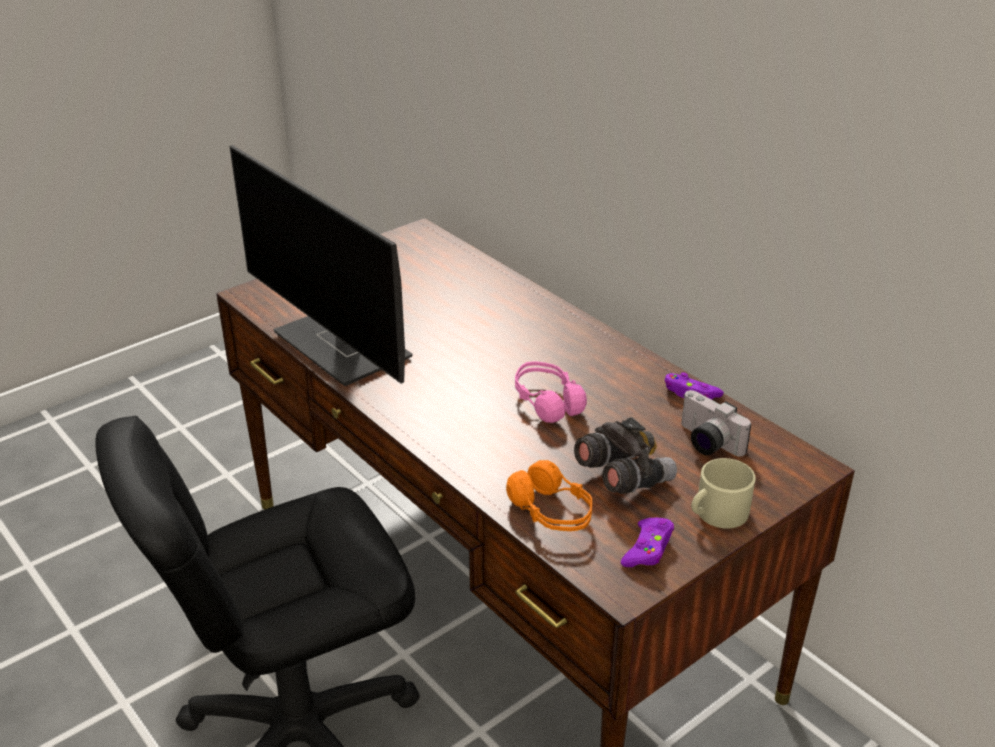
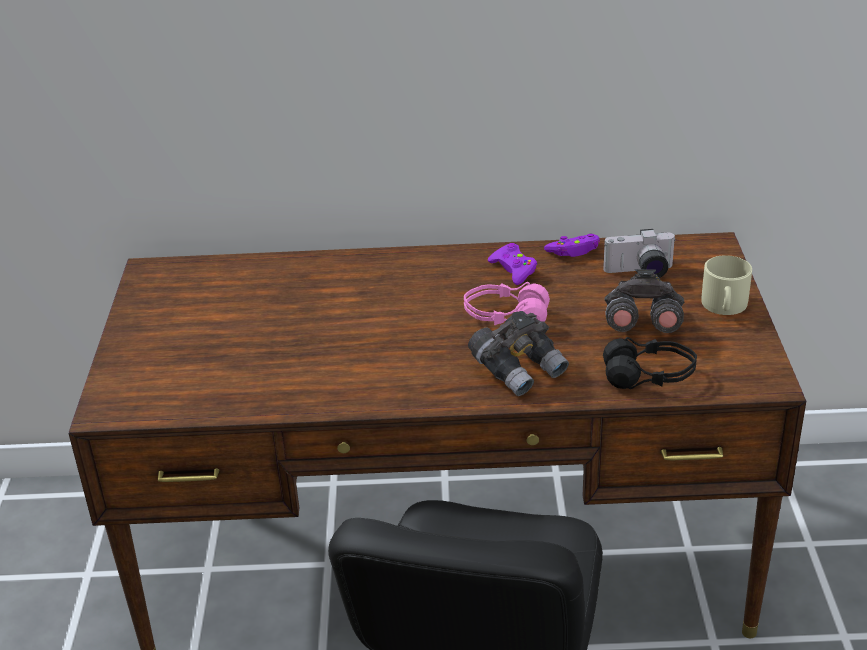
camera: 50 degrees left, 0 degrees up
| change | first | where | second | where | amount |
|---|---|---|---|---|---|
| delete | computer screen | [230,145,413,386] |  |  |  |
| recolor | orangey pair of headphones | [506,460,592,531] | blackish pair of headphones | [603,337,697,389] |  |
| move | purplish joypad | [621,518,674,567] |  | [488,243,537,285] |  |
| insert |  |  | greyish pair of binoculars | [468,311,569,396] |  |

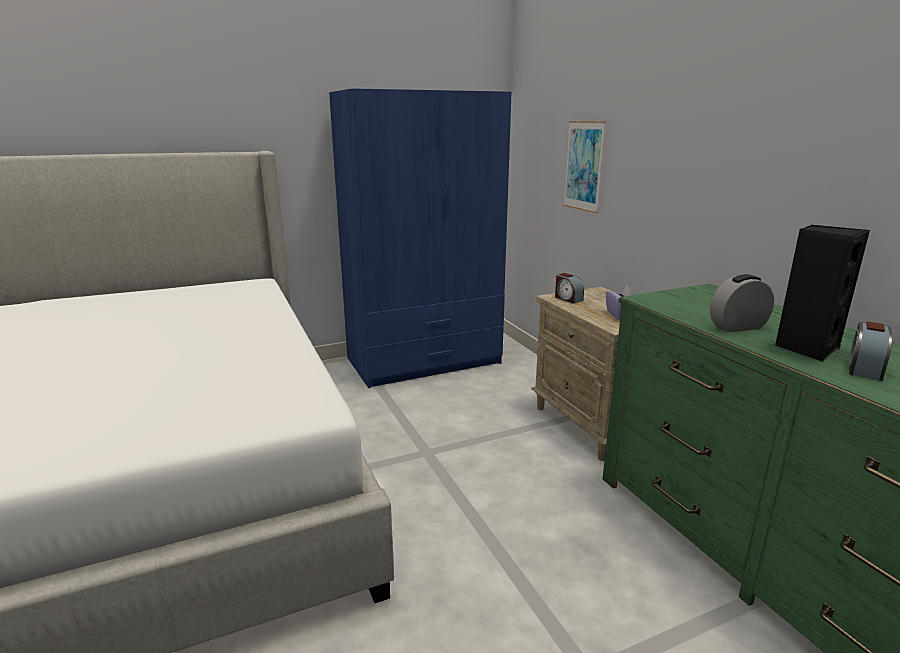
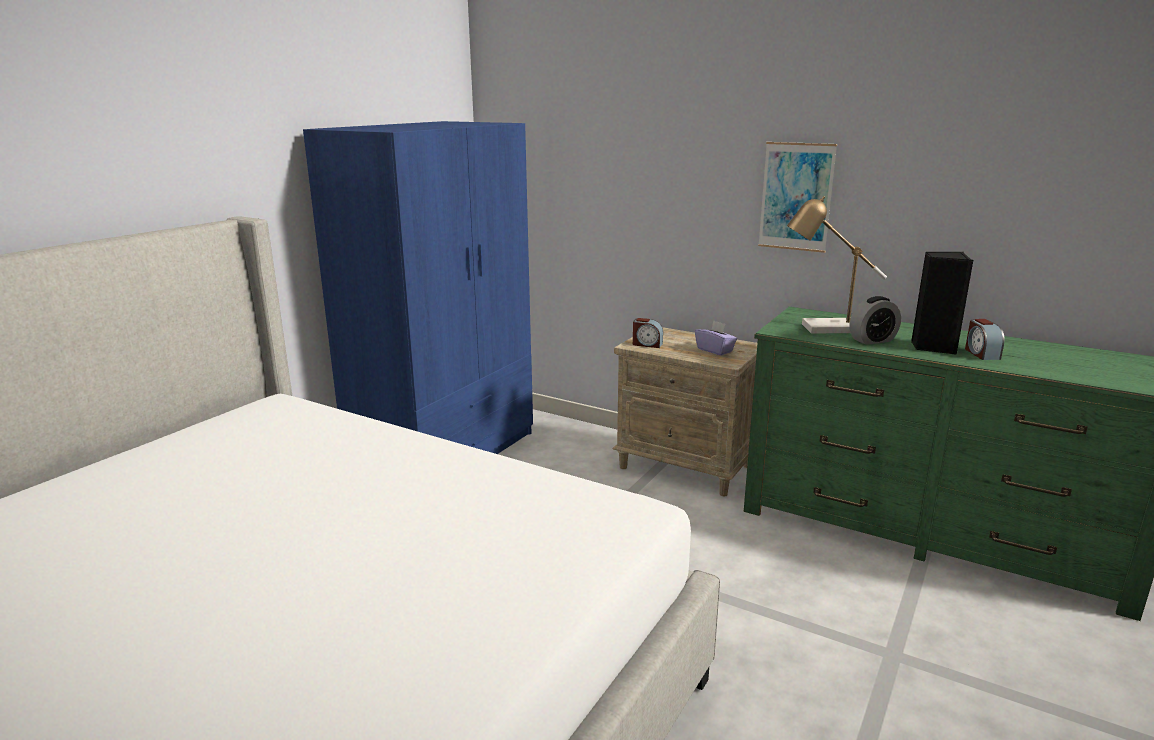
camera: 35 degrees left, 0 degrees up
| change | first | where | second | where | amount |
|---|---|---|---|---|---|
| move | wall art | [563,121,606,213] |  | [758,142,837,253] |  |
| rotate | bedside clock | [710,274,774,332] |  | [850,296,901,345] | 150 degrees counterclockwise |
| insert |  |  | table lamp | [787,196,887,333] |  |

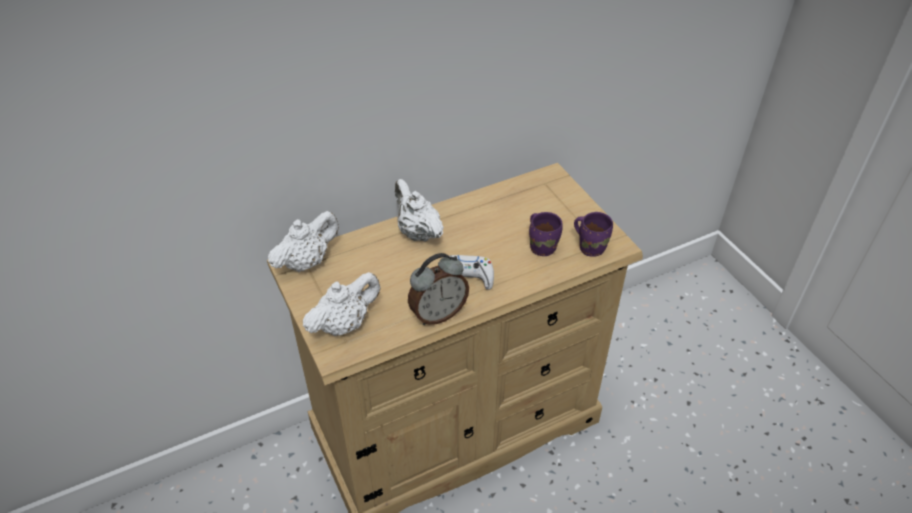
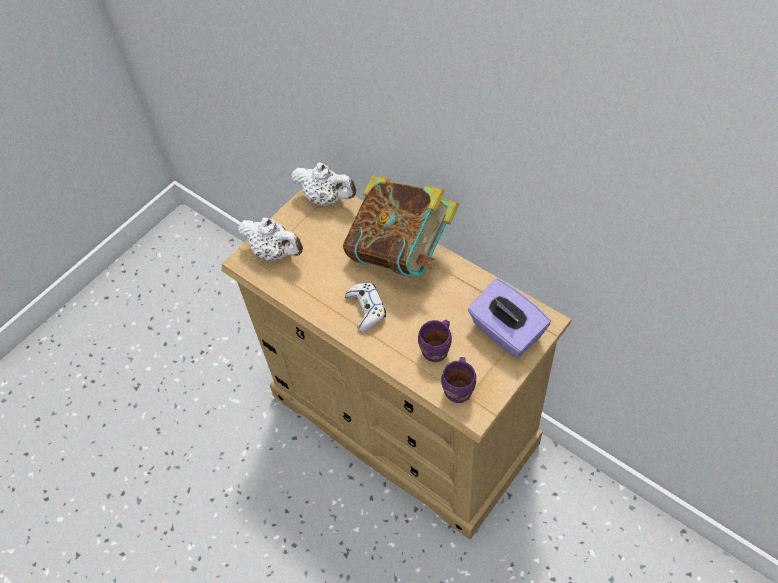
camera: 70 degrees right, 10 degrees up
| change | first | where | second | where | amount |
|---|---|---|---|---|---|
| replace | white-coloured pot for tea | [395,179,444,241] | bound book | [343,175,459,276] |  |
| delete | bedside clock | [408,253,469,325] |  |  |  |
| insert |  |  | purplish tissue box | [467,279,551,358] |  |

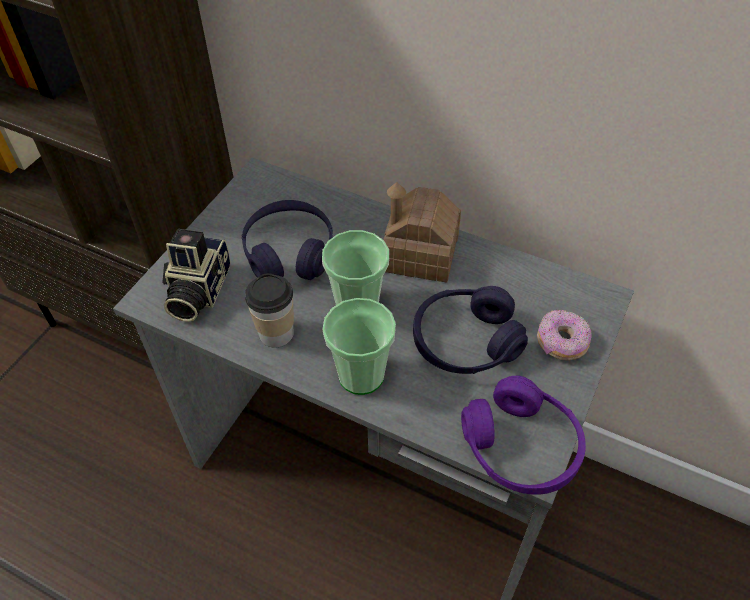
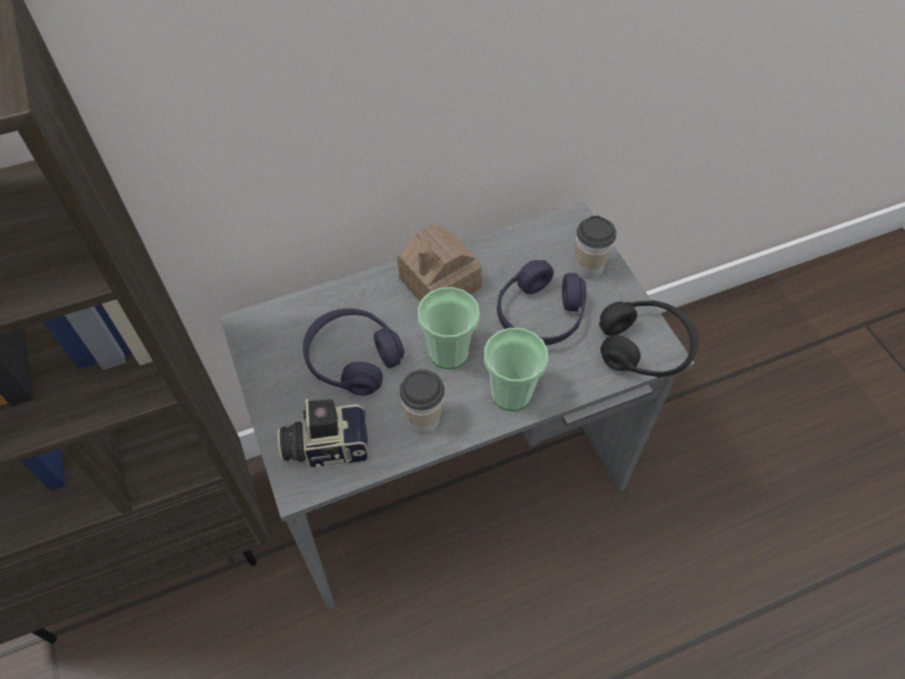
camera: 50 degrees left, 5 degrees up
| change | first | where | second | where | amount |
|---|---|---|---|---|---|
| rotate | still camera | [162,229,230,322] |  | [277,399,369,469] | 120 degrees clockwise |
| recolor | purplish pair of headphones | [461,376,586,494] | blackish pair of headphones | [599,300,699,377] |  |
| replace | doughnut | [537,310,592,361] | drinking cup | [574,216,616,279] |  |

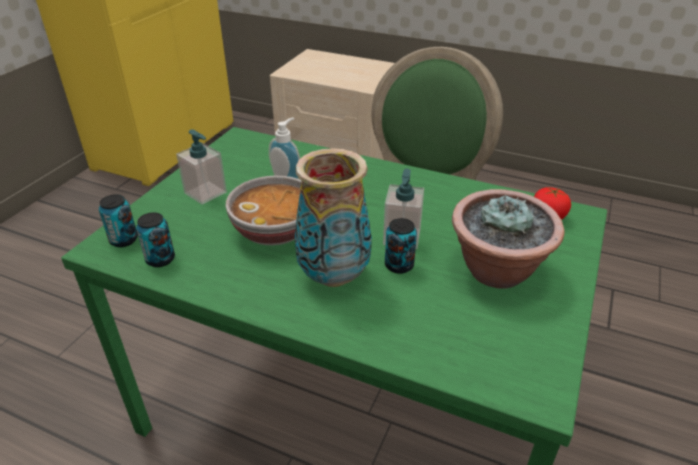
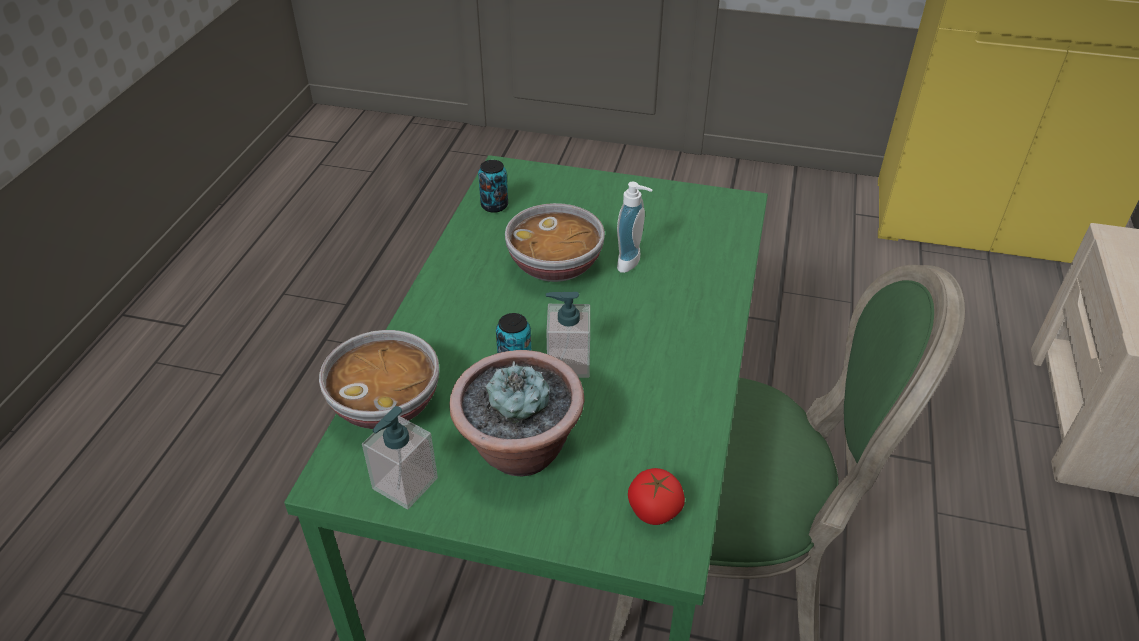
camera: 80 degrees right, 5 degrees up
| change | first | where | second | where | amount |
|---|---|---|---|---|---|
| delete | sealed can | [99,194,138,247] |  |  |  |
| move | soap bottle | [176,129,227,204] |  | [362,406,438,509] |  |
| delete | flower vase | [294,148,372,287] |  |  |  |
| insert |  |  | deep dish | [319,330,439,429] |  |

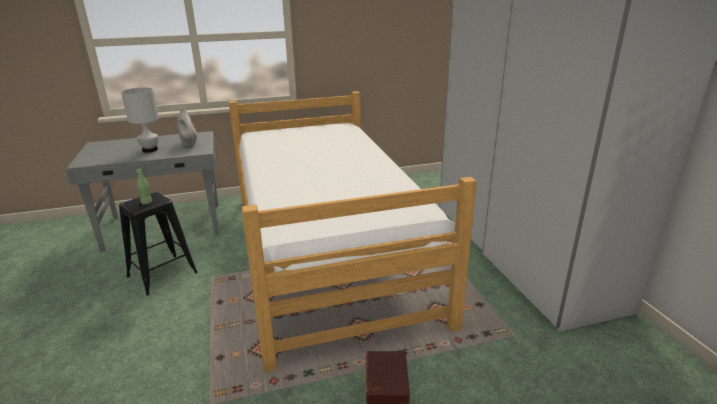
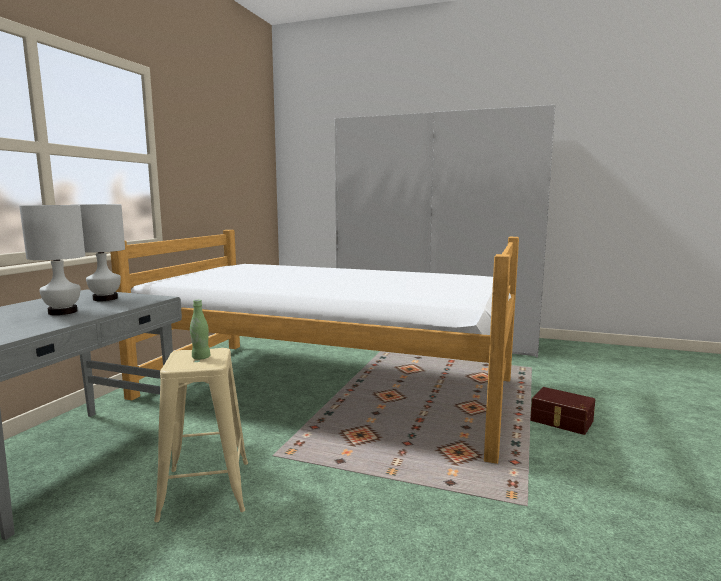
camera: 55 degrees left, 15 degrees down
| change | first | where | second | where | amount |
|---|---|---|---|---|---|
| recolor | blackish sitting stool | [119,192,198,296] | beige sitting stool | [154,348,248,522] |  |
| replace | white-coloured flower vase | [177,108,197,146] | white-coloured table lamp | [72,204,125,301] |  |

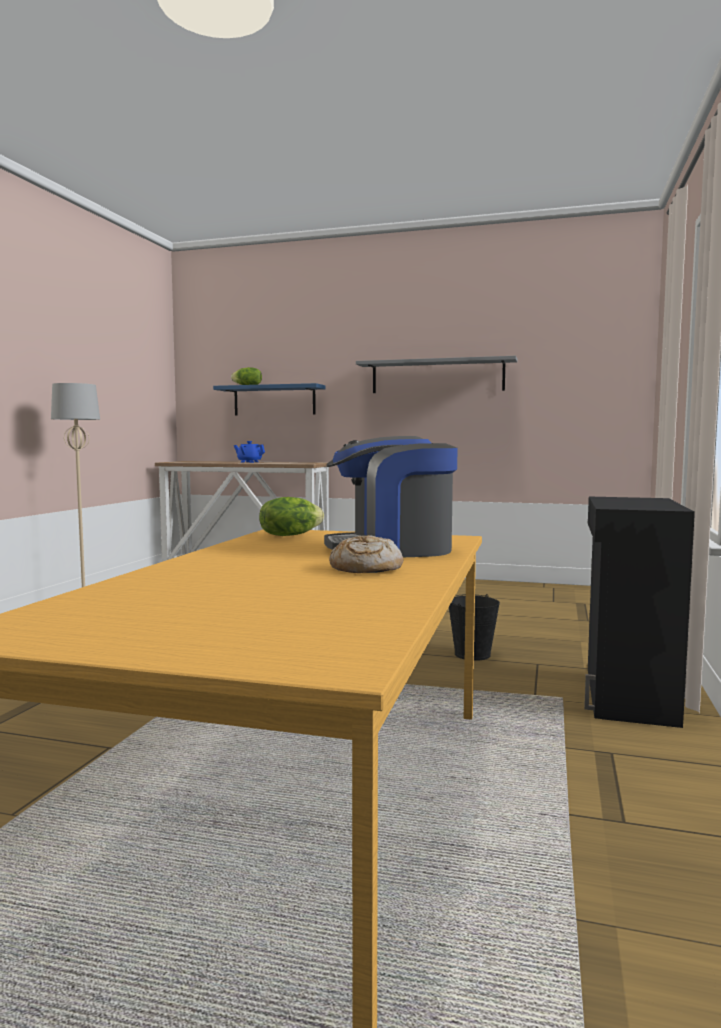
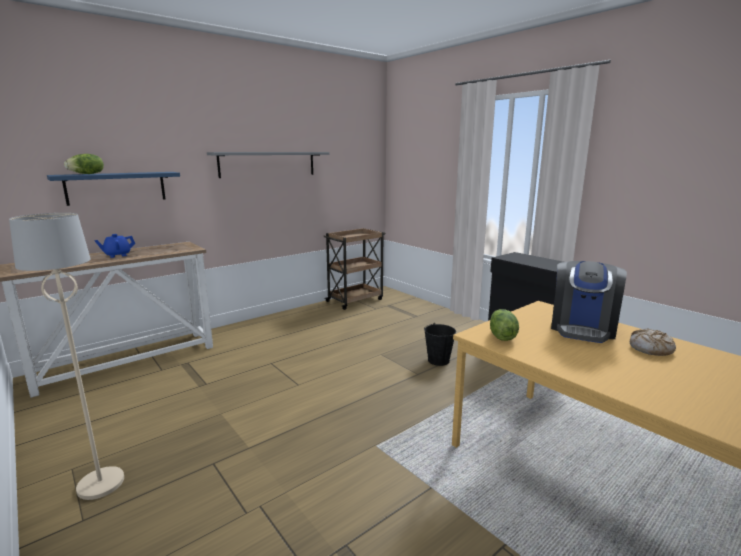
camera: 55 degrees left, 10 degrees up
| change | first | where | second | where | amount |
|---|---|---|---|---|---|
| insert |  |  | brown trolley | [323,228,386,310] |  |

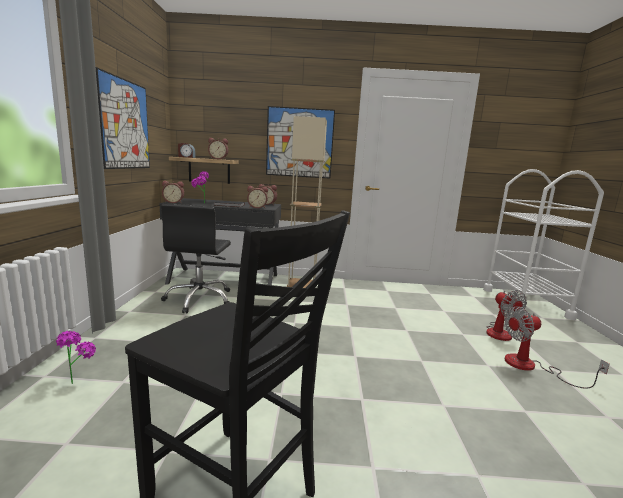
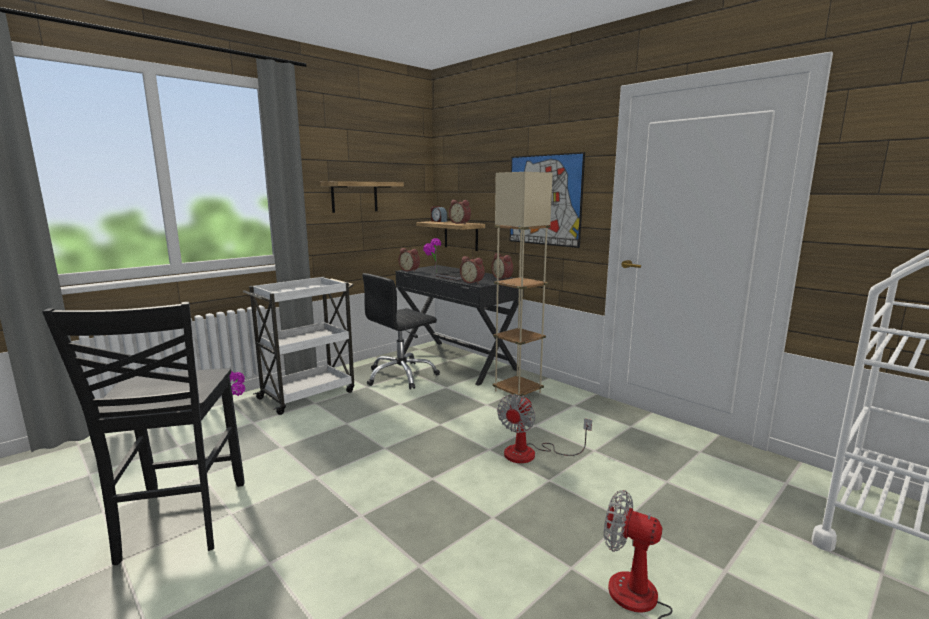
camera: 45 degrees right, 0 degrees up
| change | first | where | second | where | amount |
|---|---|---|---|---|---|
| replace | wall art | [96,67,150,169] | wall shelf | [320,181,404,213] |  |
| move | fan | [486,290,527,341] |  | [497,394,592,463] |  |
| insert |  |  | white-coloured trolley | [243,276,354,415] |  |

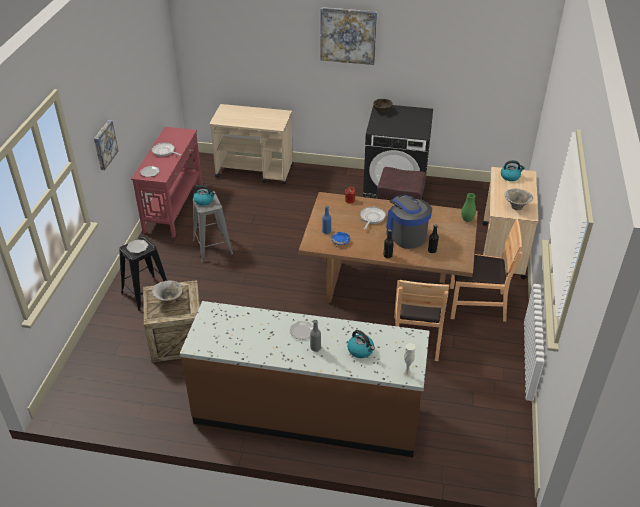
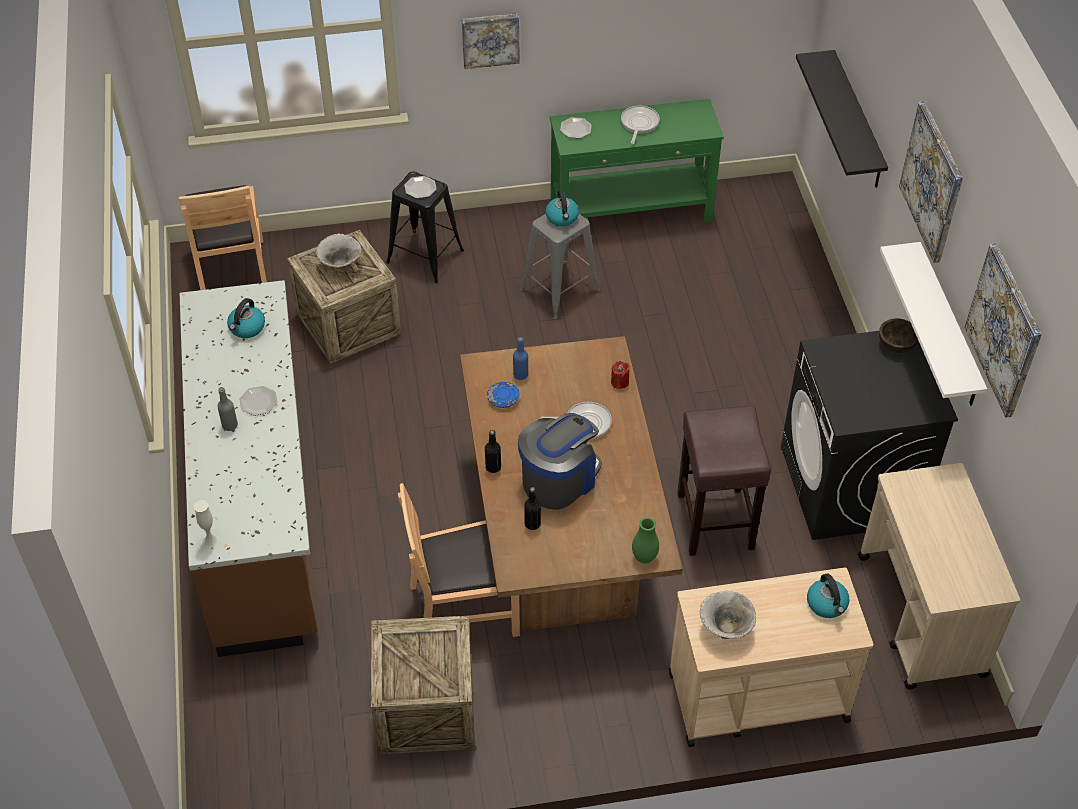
camera: 70 degrees right, 10 degrees up
| change | first | where | second | where | amount |
|---|---|---|---|---|---|
| recolor | red narrow table | [131,127,202,238] | green narrow table | [550,99,724,222] |  |
| move | beige trolley | [209,104,293,185] |  | [858,463,1020,690] |  |
| move | water kettle | [347,330,375,358] |  | [227,298,265,338] |  |
| move | brown chair | [450,219,522,322] |  | [179,185,267,290] |  |
| insert |  |  | packing crate | [371,616,475,754] |  |
| insert |  |  | blackish wall shelf | [796,50,888,188] |  |
| insert |  |  | white-coloured wall shelf | [880,242,987,406] |  |
| insert |  |  | wall art | [965,243,1042,418] |  |

